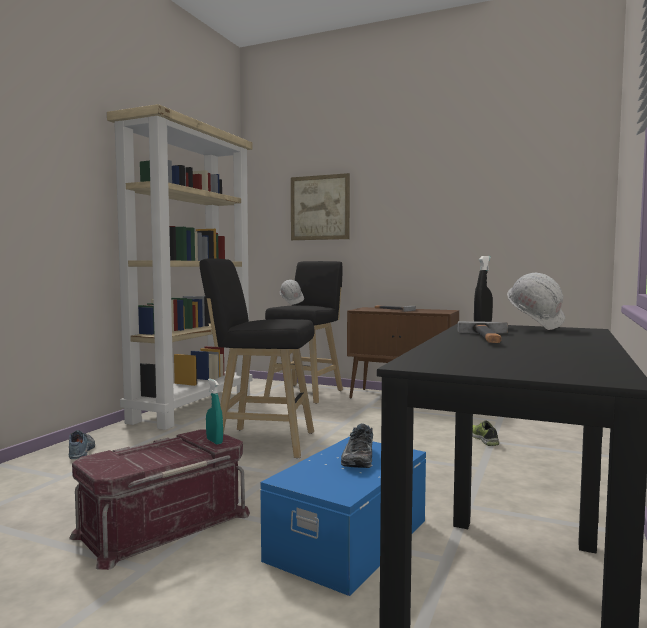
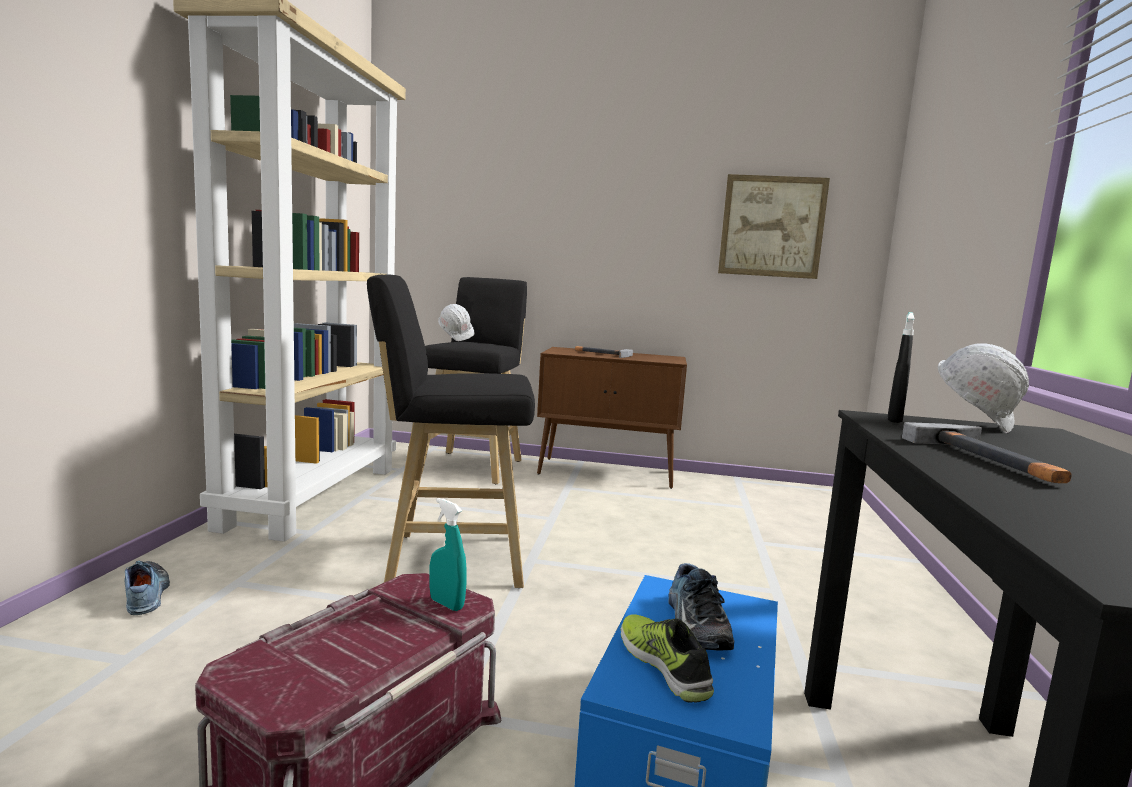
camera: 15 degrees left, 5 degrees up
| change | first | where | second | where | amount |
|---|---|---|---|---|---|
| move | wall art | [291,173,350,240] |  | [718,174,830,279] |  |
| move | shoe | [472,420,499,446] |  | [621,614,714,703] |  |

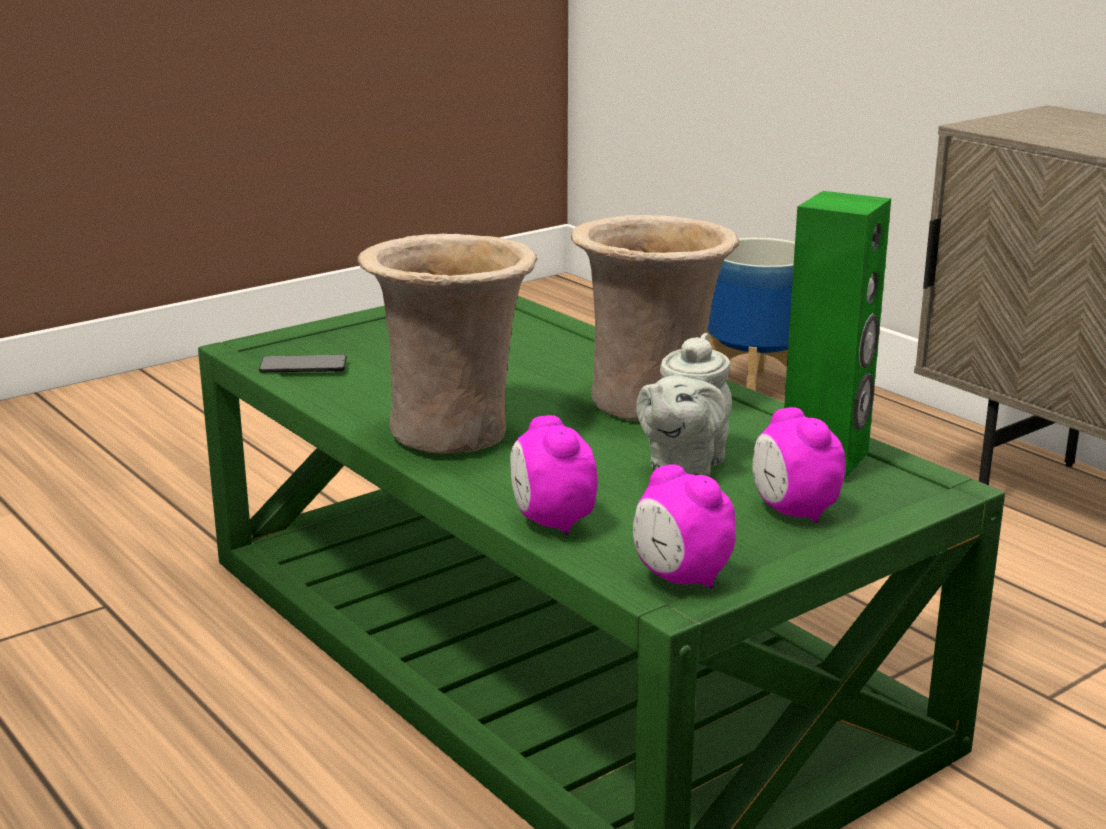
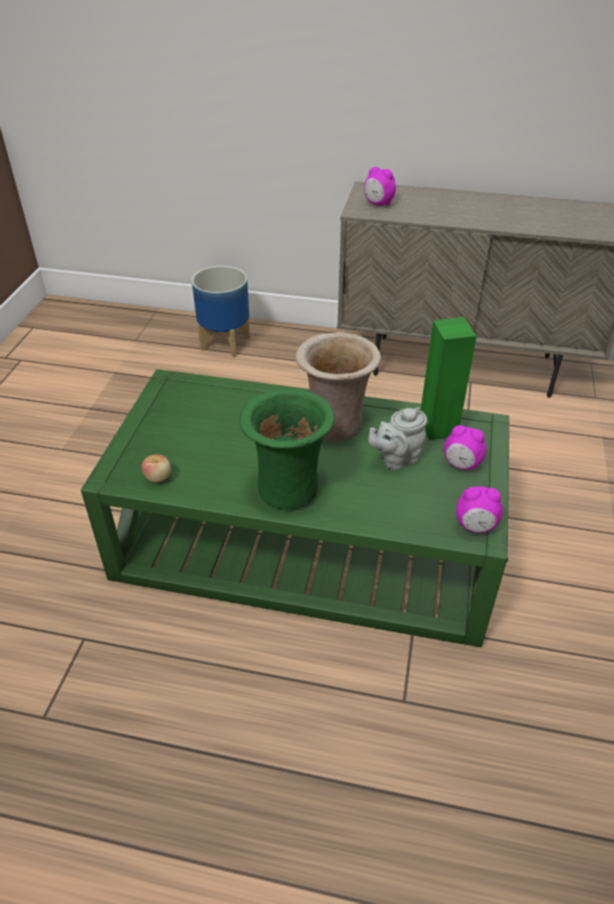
camera: 40 degrees left, 20 degrees up
| change | first | where | second | where | amount |
|---|---|---|---|---|---|
| replace | handset | [259,355,347,373] | whole apple | [142,454,171,482] |  |
| recolor | beige flower vase | [358,234,538,454] | green flower vase | [239,389,335,509] |  |
| move | bedside clock | [510,415,598,535] |  | [364,167,396,206] |  |
| rotate | greyish pot for tea | [636,333,732,477] |  | [368,407,427,470] | 75 degrees clockwise |

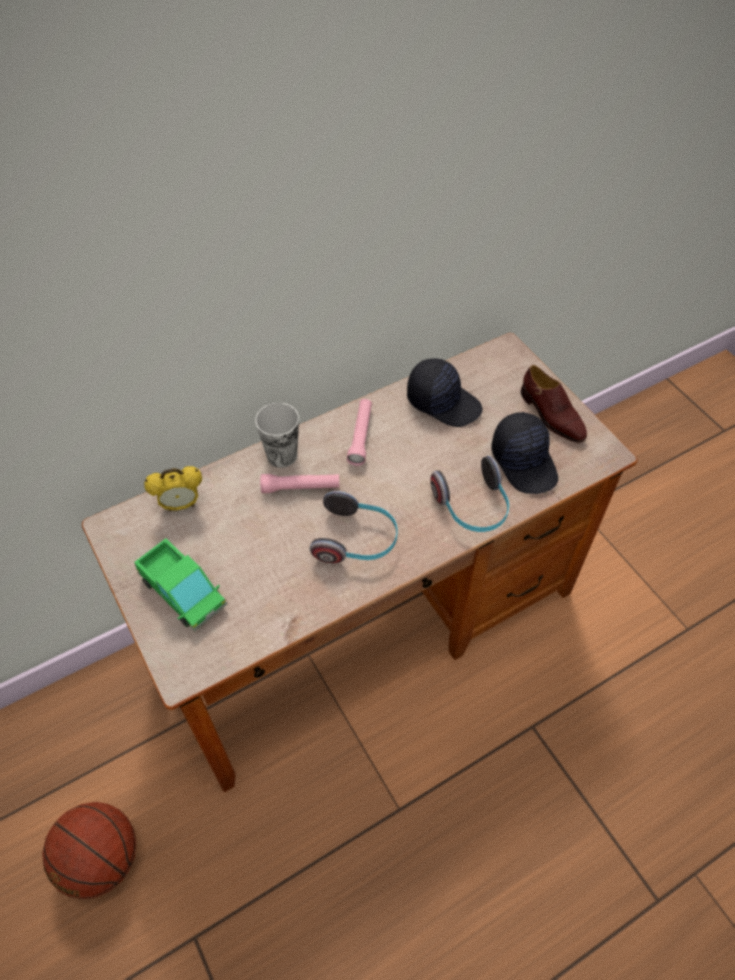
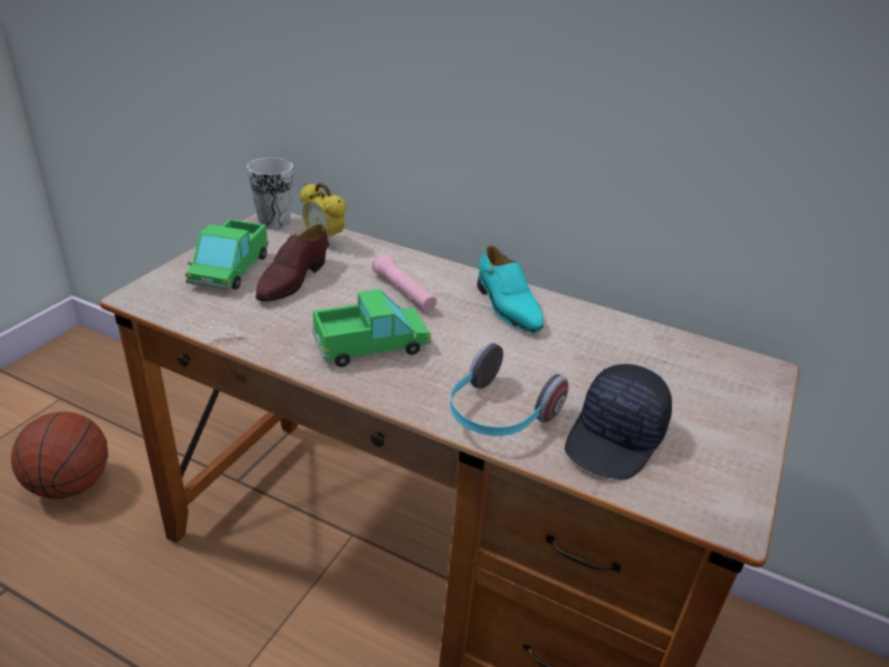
camera: 55 degrees right, 20 degrees down
| change | first | where | second | where | amount |
|---|---|---|---|---|---|
| move | drinking cup | [255,403,299,468] |  | [247,158,293,229] |  |
| replace | pair of headphones | [310,491,398,563] | model truck | [312,289,431,367] |  |
| replace | pink-coloured hand torch | [347,399,372,466] | blue-green shoe | [477,245,544,333] |  |
| delete | blackish baseball cap | [407,358,482,427] |  |  |  |
| move | brown shoe | [521,365,587,443] |  | [255,224,328,301] |  |

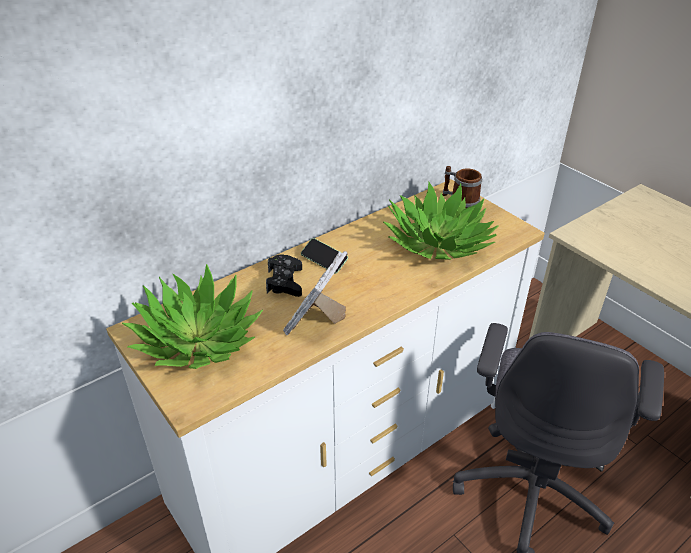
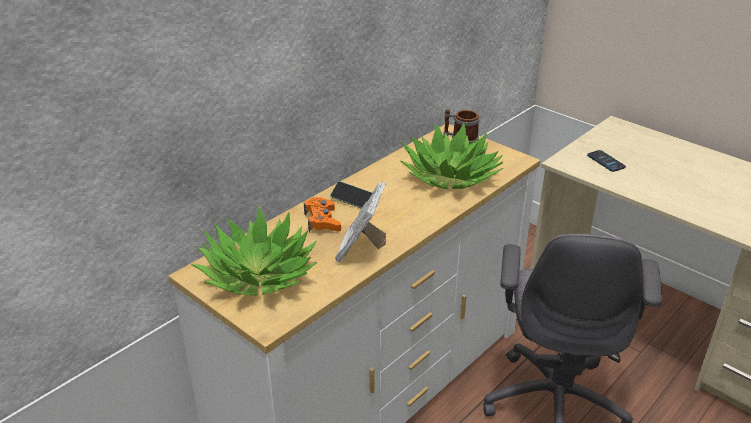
camera: 10 degrees left, 5 degrees down
| change | first | where | second | where | amount |
|---|---|---|---|---|---|
| recolor | blackish joypad | [266,255,302,297] | orangey joypad | [304,197,341,232] |  |
| insert |  |  | handset | [587,150,626,172] |  |

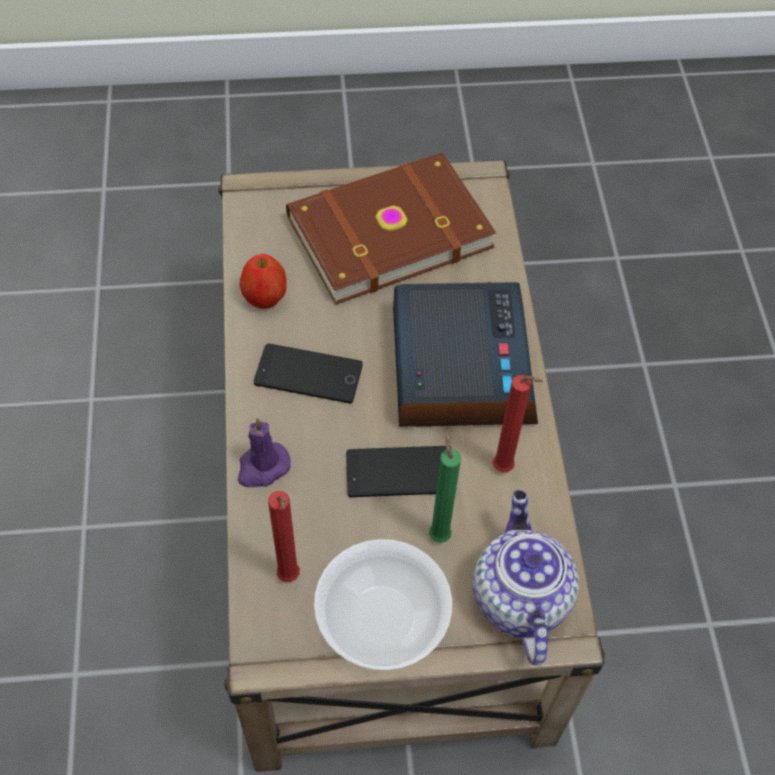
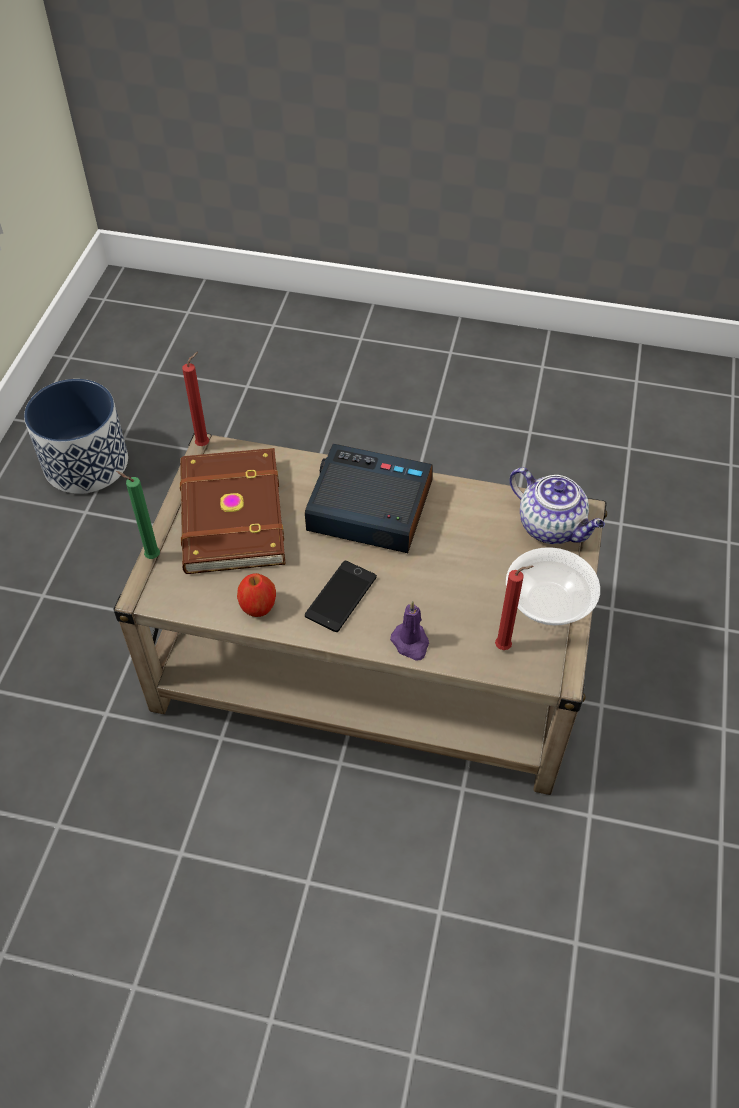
camera: 70 degrees left, 5 degrees down
| change | first | where | second | where | amount |
|---|---|---|---|---|---|
| delete | handset | [346,446,451,498] |  |  |  |
| move | green wax light | [429,429,461,543] |  | [116,471,160,559] |  |
| rotate | pot for tea | [473,490,579,666] |  | [510,467,605,544] | 150 degrees counterclockwise |
| move | red wax light | [493,375,543,473] |  | [182,352,209,446] |  |
| insert |  |  | plant pot | [24,379,128,494] |  |

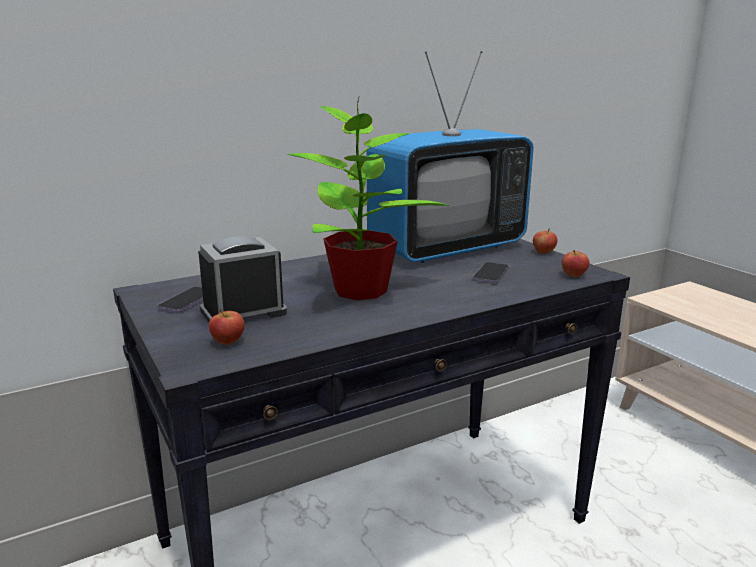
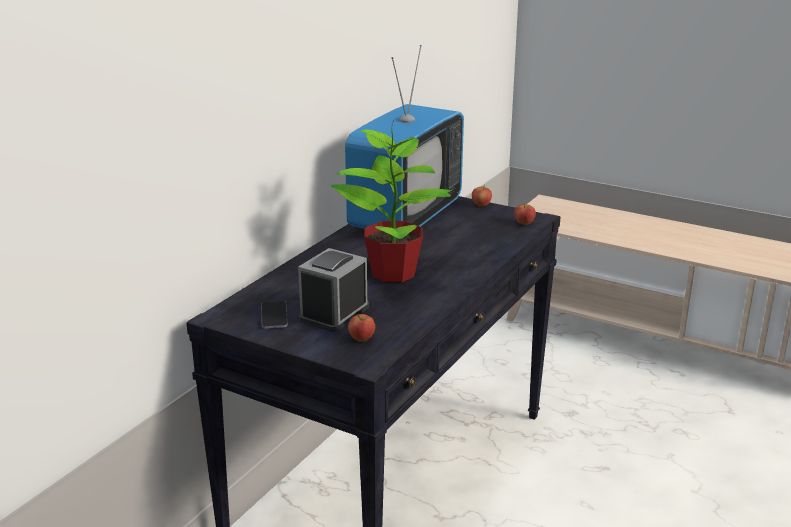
camera: 30 degrees left, 5 degrees up
| change | first | where | second | where | amount |
|---|---|---|---|---|---|
| delete | handset | [473,262,509,283] |  |  |  |

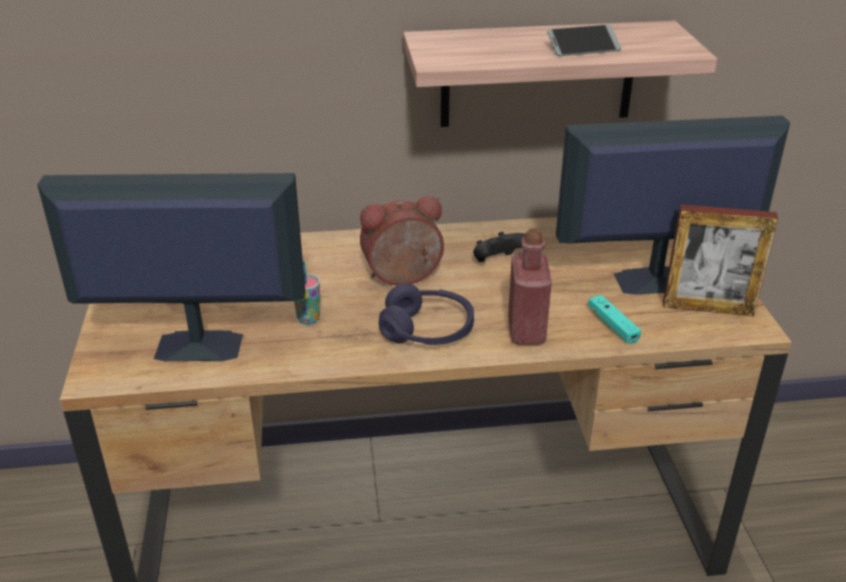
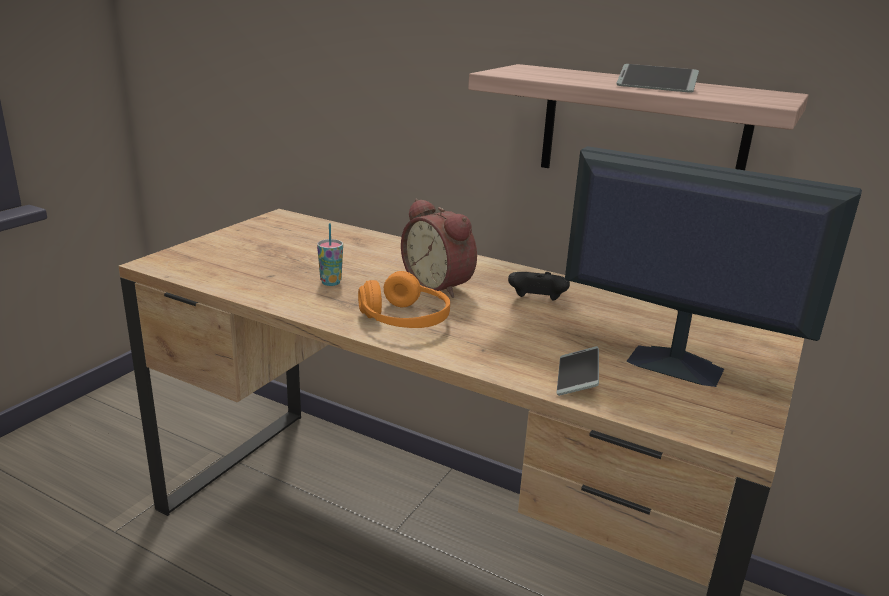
camera: 35 degrees right, 10 degrees down
| change | first | where | second | where | amount |
|---|---|---|---|---|---|
| delete | computer screen | [37,173,305,361] |  |  |  |
| rotate | bedside clock | [360,196,444,286] |  | [401,199,477,298] | 150 degrees counterclockwise |
| recolor | purplish pair of headphones | [379,283,474,345] | orangey pair of headphones | [358,271,450,328] |  |
| delete | red bottle | [508,228,552,345] |  |  |  |
| replace | blue-green joypad | [588,295,641,344] | handset | [557,346,599,396] |  |
| delete | photo frame | [663,204,778,316] |  |  |  |

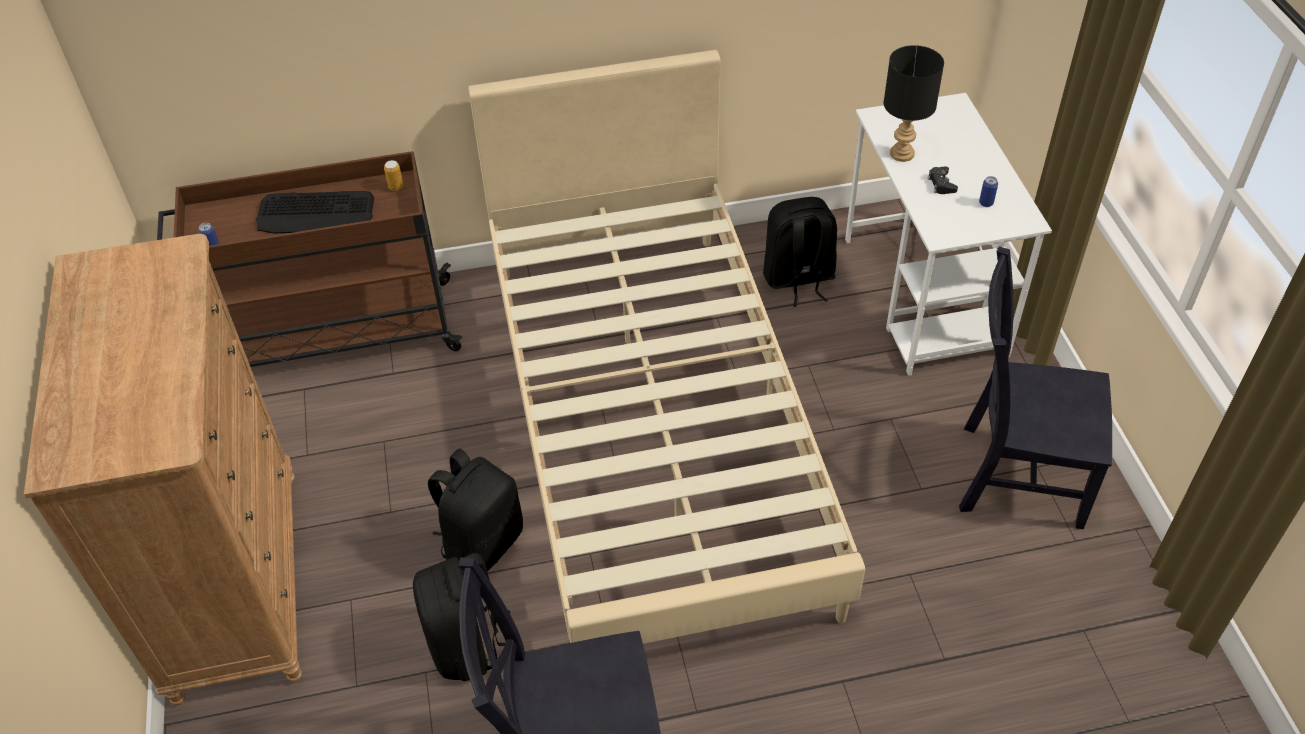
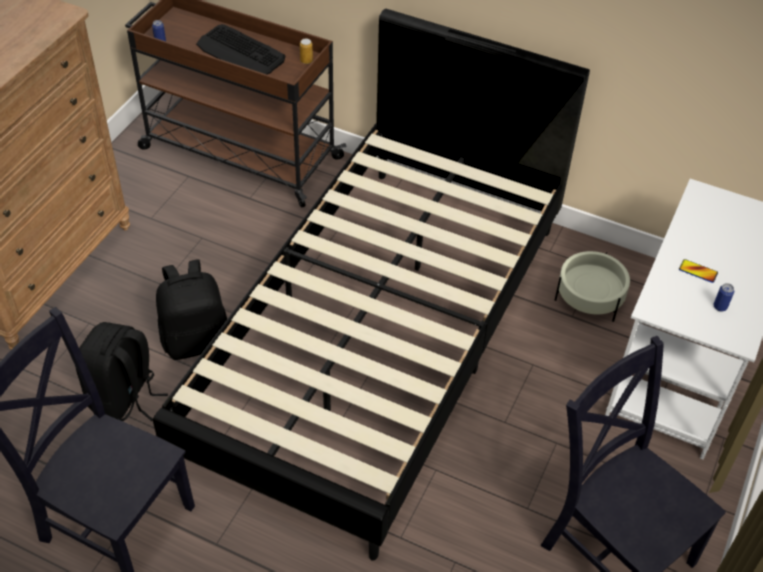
camera: 35 degrees right, 0 degrees up
| change | first | where | second | where | amount |
|---|---|---|---|---|---|
| recolor | beige bedroom bed | [468,50,865,644] | blackish bedroom bed | [153,9,590,561] |  |
| replace | blackish knapsack | [763,197,837,307] | beige plant pot | [555,251,630,322] |  |
| delete | blackish table lamp | [884,45,944,162] |  |  |  |
| replace | blackish joypad | [928,166,958,194] | handset | [679,259,718,283] |  |

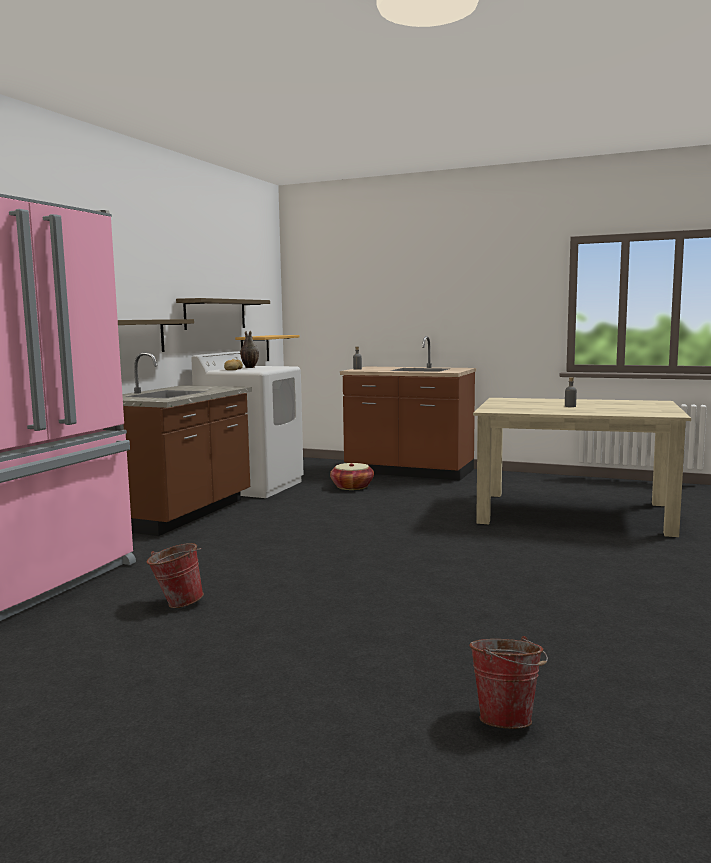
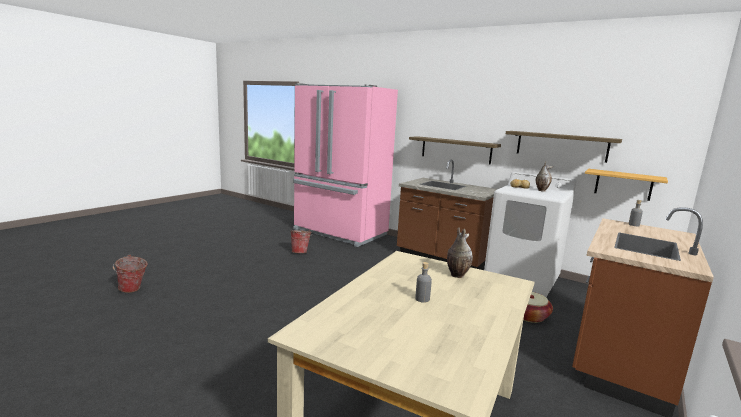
camera: 100 degrees right, 5 degrees up
| change | first | where | second | where | amount |
|---|---|---|---|---|---|
| insert |  |  | flower vase | [447,227,473,278] |  |

